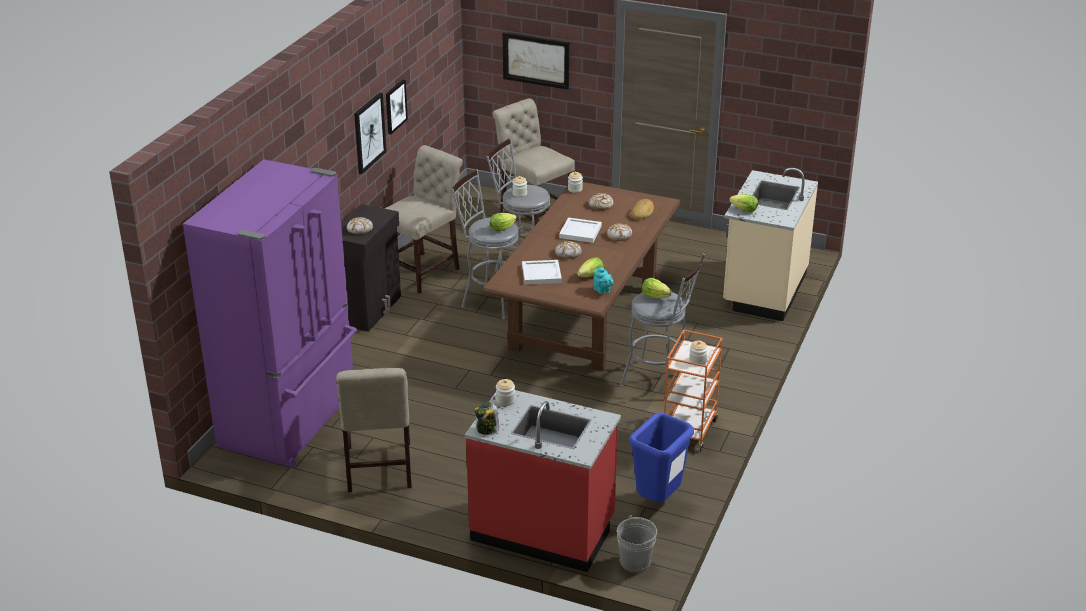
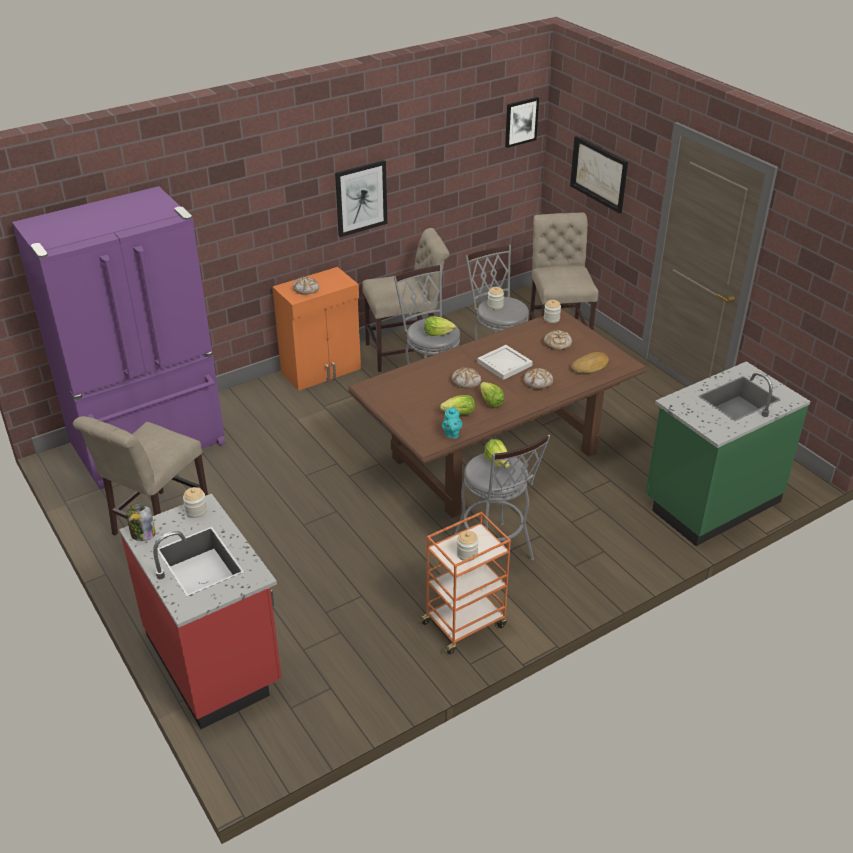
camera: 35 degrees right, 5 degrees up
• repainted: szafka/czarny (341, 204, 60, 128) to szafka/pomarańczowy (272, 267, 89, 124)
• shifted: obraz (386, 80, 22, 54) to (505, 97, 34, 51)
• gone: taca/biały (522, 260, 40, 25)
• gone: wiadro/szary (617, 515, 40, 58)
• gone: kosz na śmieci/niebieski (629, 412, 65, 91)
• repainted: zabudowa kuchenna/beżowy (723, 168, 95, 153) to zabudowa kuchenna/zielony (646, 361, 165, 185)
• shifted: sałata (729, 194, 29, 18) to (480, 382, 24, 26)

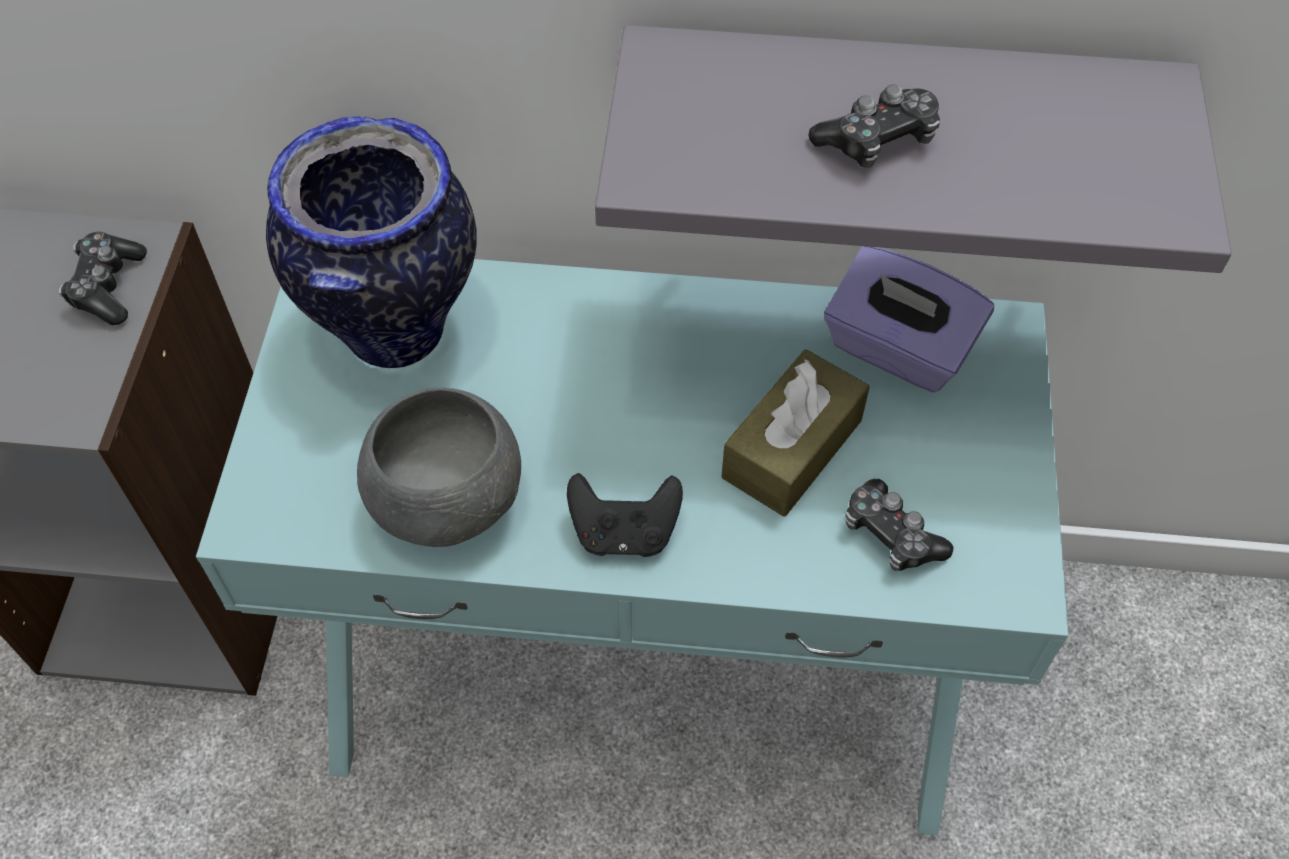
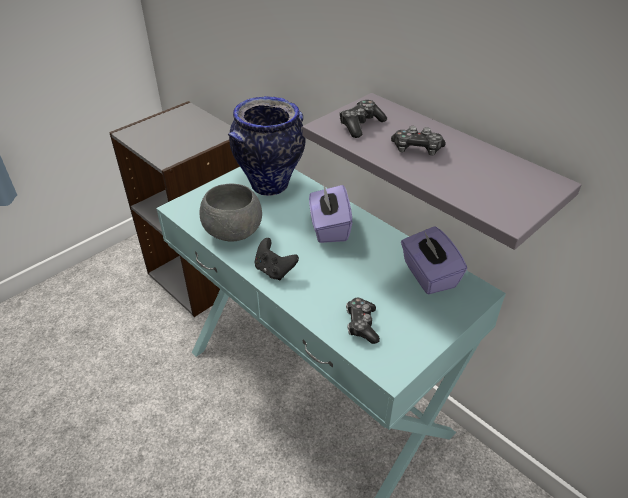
camera: 40 degrees right, 15 degrees down
• shifted: pad do gier (59, 232, 88, 93) to (339, 100, 48, 38)
• gone: pudełko chusteczek/brązowy (722, 349, 148, 168)
• new: pudełko chusteczek/fioletowy (309, 183, 43, 60)

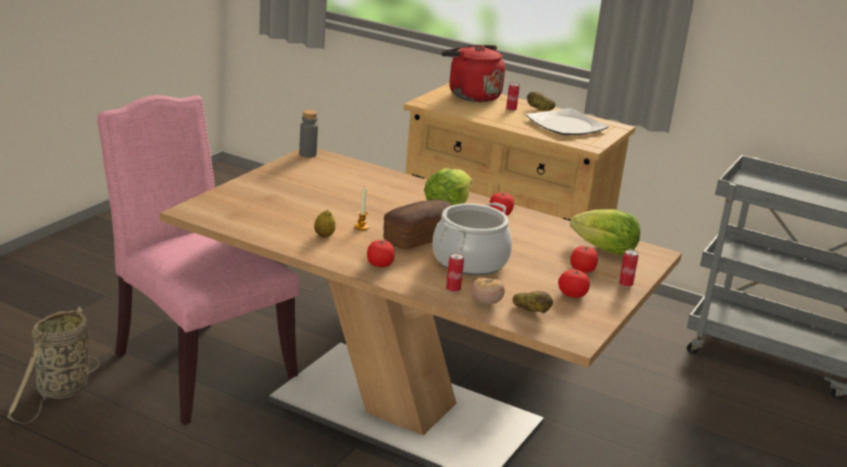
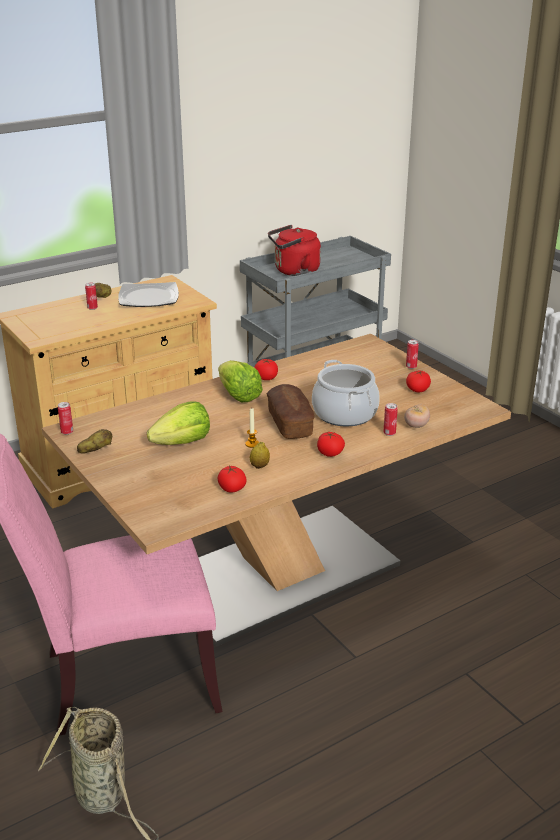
camera: 60 degrees left, 5 degrees up
• swapped: butelka/szary (299, 110, 19, 47) to puszka (58, 402, 15, 33)
• shifted: czajnik/czerwony (442, 45, 63, 57) to (268, 225, 53, 51)
• shifted: ziemniak (513, 291, 40, 22) to (77, 429, 35, 25)
• shifted: sałata (570, 209, 70, 47) to (147, 401, 63, 44)
• shifted: pomidor (570, 245, 28, 28) to (217, 466, 30, 26)

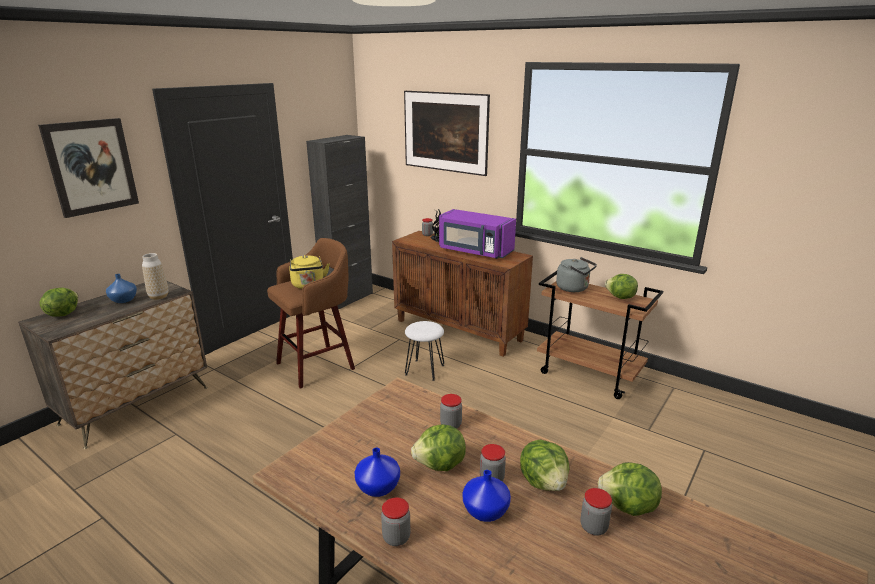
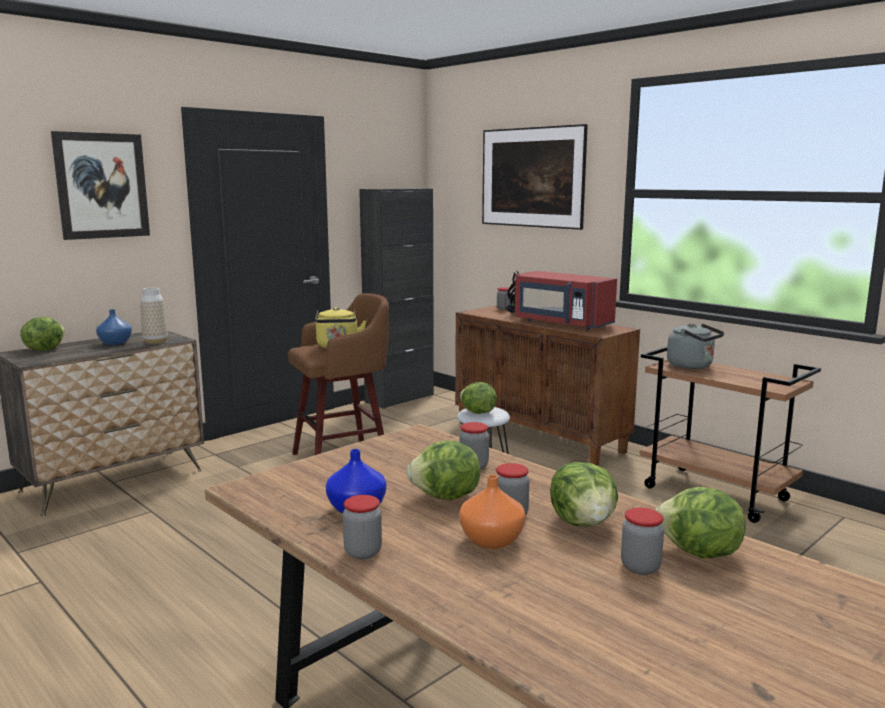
camera: 10 degrees right, 10 degrees down
• repainted: mikrofalówka/fioletowy (439, 209, 77, 50) to mikrofalówka/czerwony (515, 271, 102, 59)
• repainted: wazon/niebieski (463, 470, 48, 52) to wazon/pomarańczowy (459, 475, 67, 74)
• shifted: sałata (605, 274, 33, 25) to (460, 382, 37, 32)

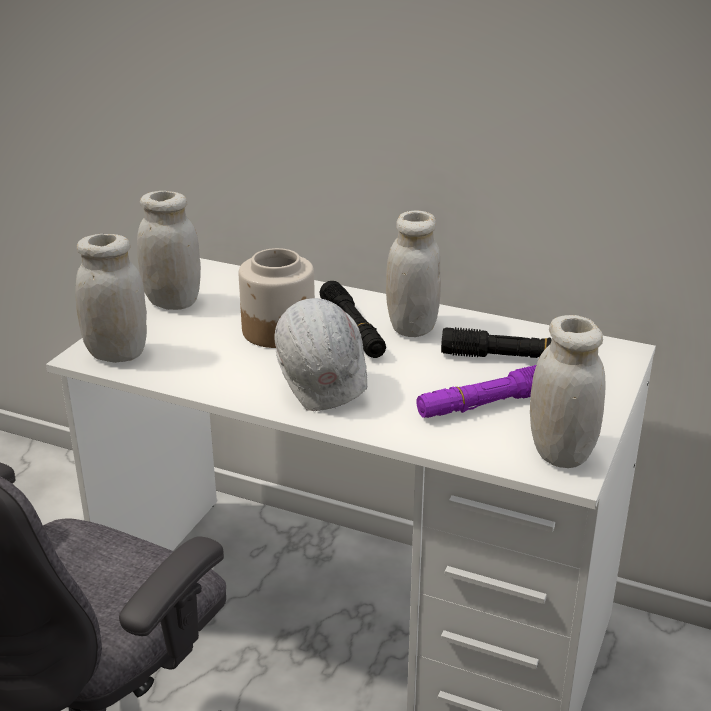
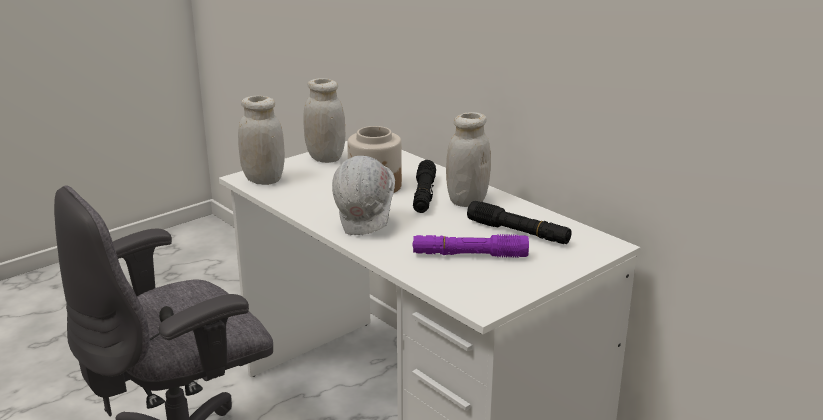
camera: 25 degrees right, 5 degrees down
• gone: słoik/biały (530, 315, 75, 153)

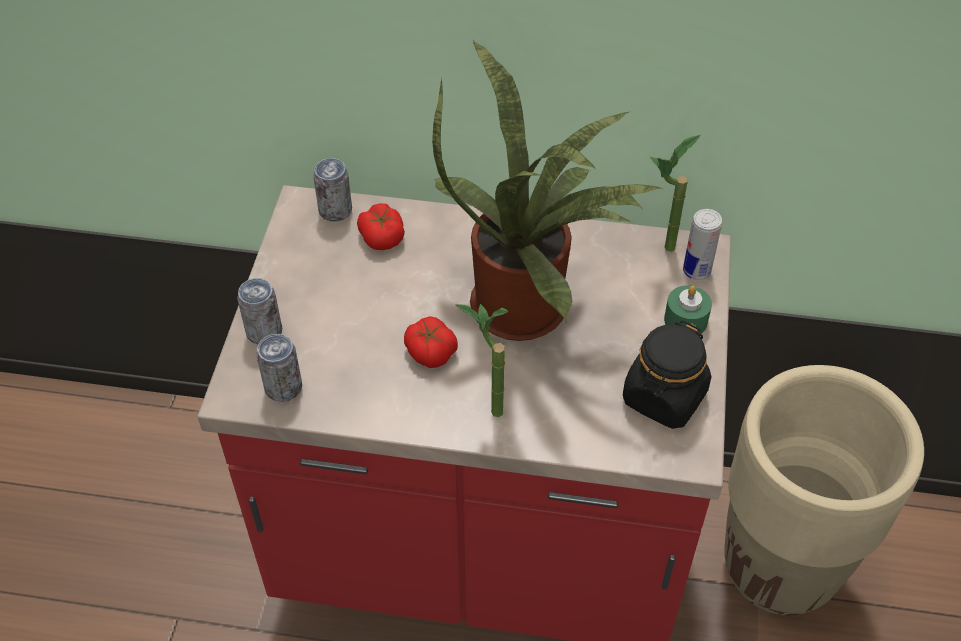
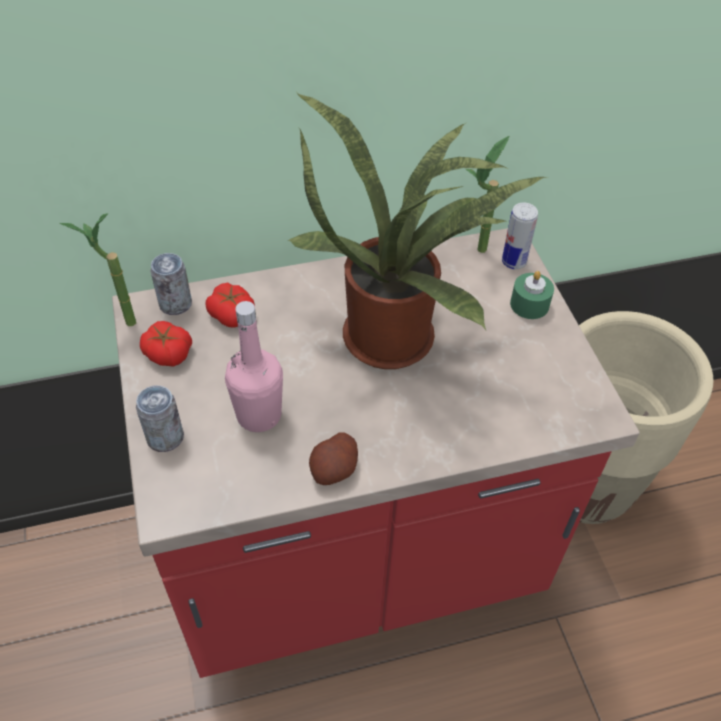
camera: 25 degrees left, 0 degrees up
• gone: puszka (256, 334, 46, 68)
• shifted: pomidor (404, 316, 54, 52) to (140, 321, 52, 46)
• shifted: roślina doniczkowa (456, 304, 53, 113) to (59, 213, 77, 113)
• gone: słoik/czarny (623, 320, 89, 109)
• new: butelka/różowy (225, 301, 58, 131)
• new: ziemniak (309, 432, 49, 53)

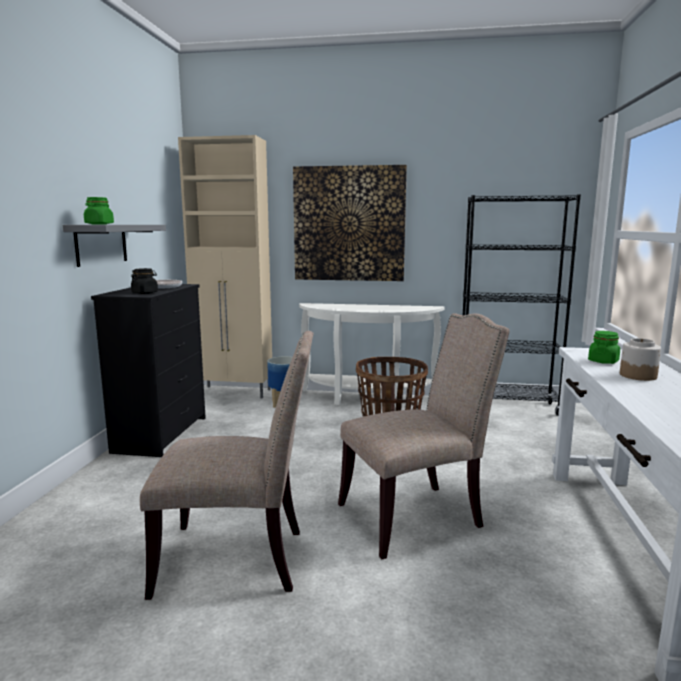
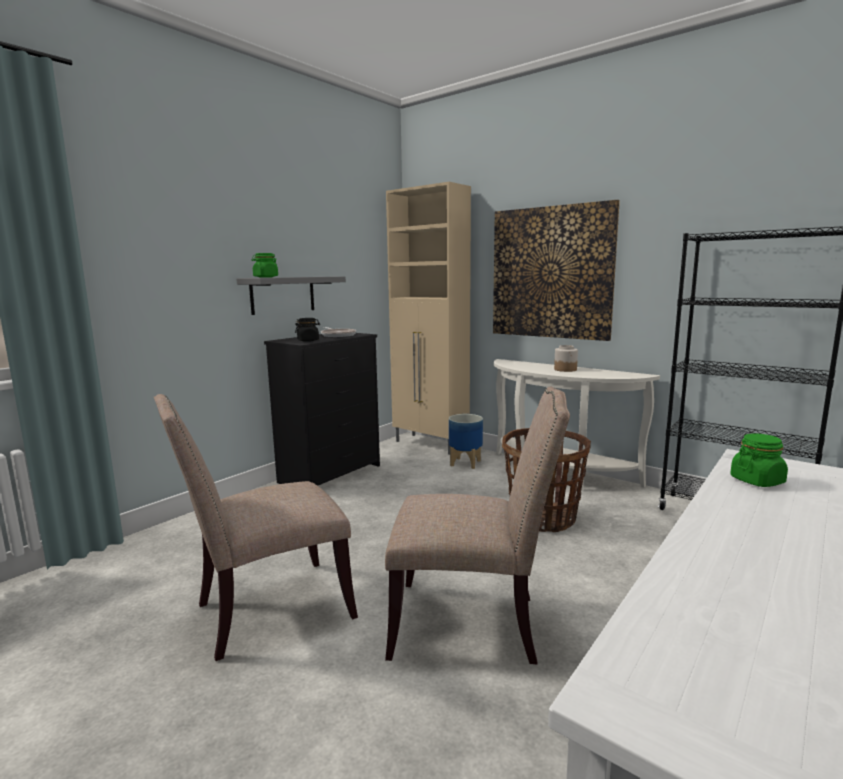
camera: 30 degrees right, 0 degrees up
• rotated: krzesło/beżowy (140, 331, 173, 269) = (154, 394, 204, 267) 120 degrees clockwise
• shifted: słoik (620, 338, 41, 43) to (554, 345, 24, 27)

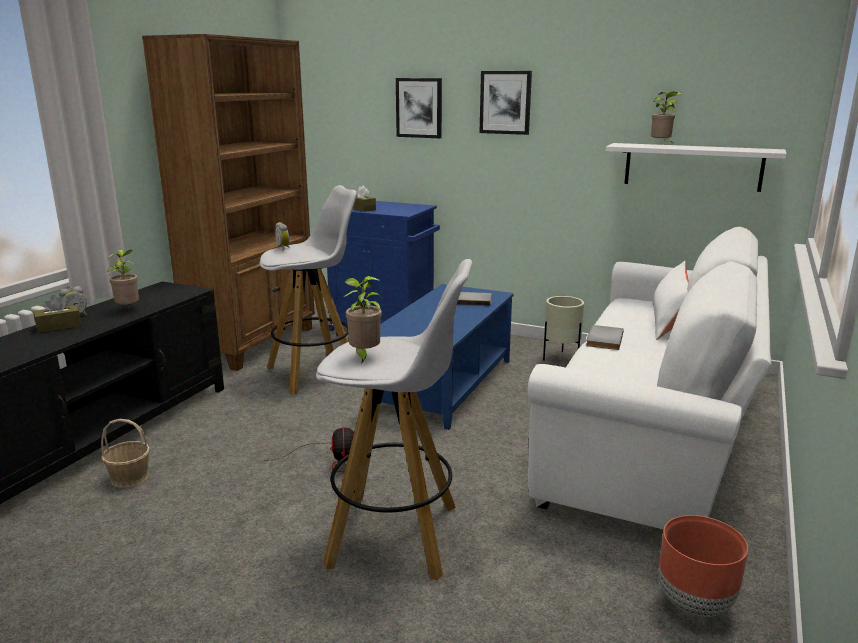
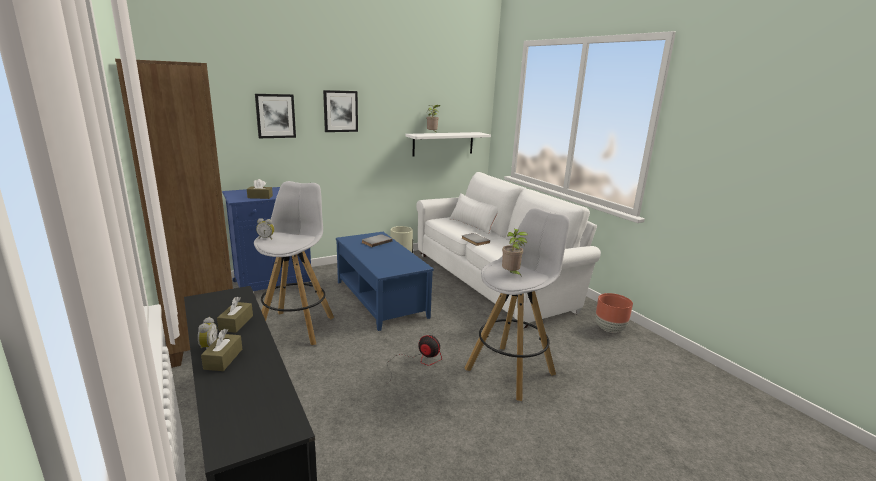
camera: 55 degrees left, 0 degrees up
• gone: koszyk (101, 419, 49, 69)
• swapped: roślina doniczkowa (107, 249, 32, 56) to pudełko chusteczek/brązowy (217, 297, 36, 36)

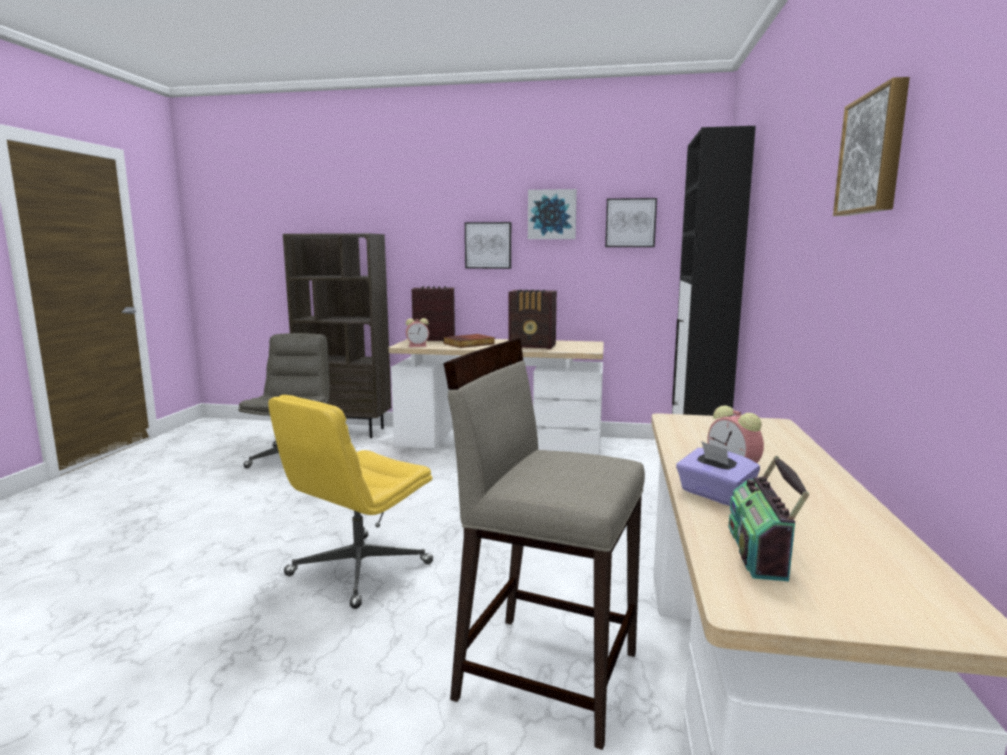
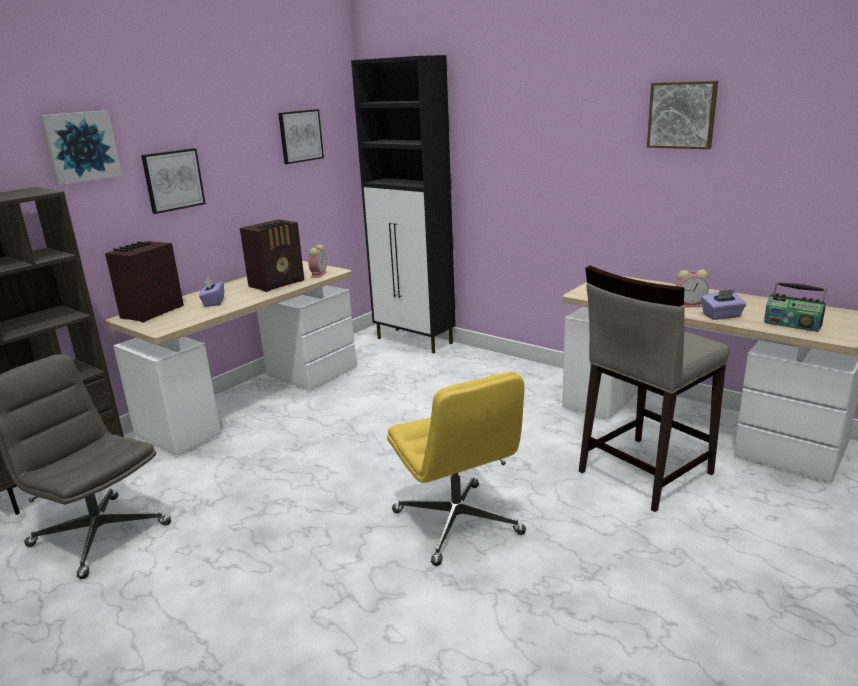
camera: 60 degrees left, 10 degrees up
• shifted: budzik (406, 318, 23, 29) to (308, 244, 19, 34)
• swapped: książka (443, 334, 52, 14) to pudełko chusteczek/fioletowy (199, 278, 25, 29)
• shifted: obraz (528, 189, 49, 50) to (39, 110, 83, 75)

